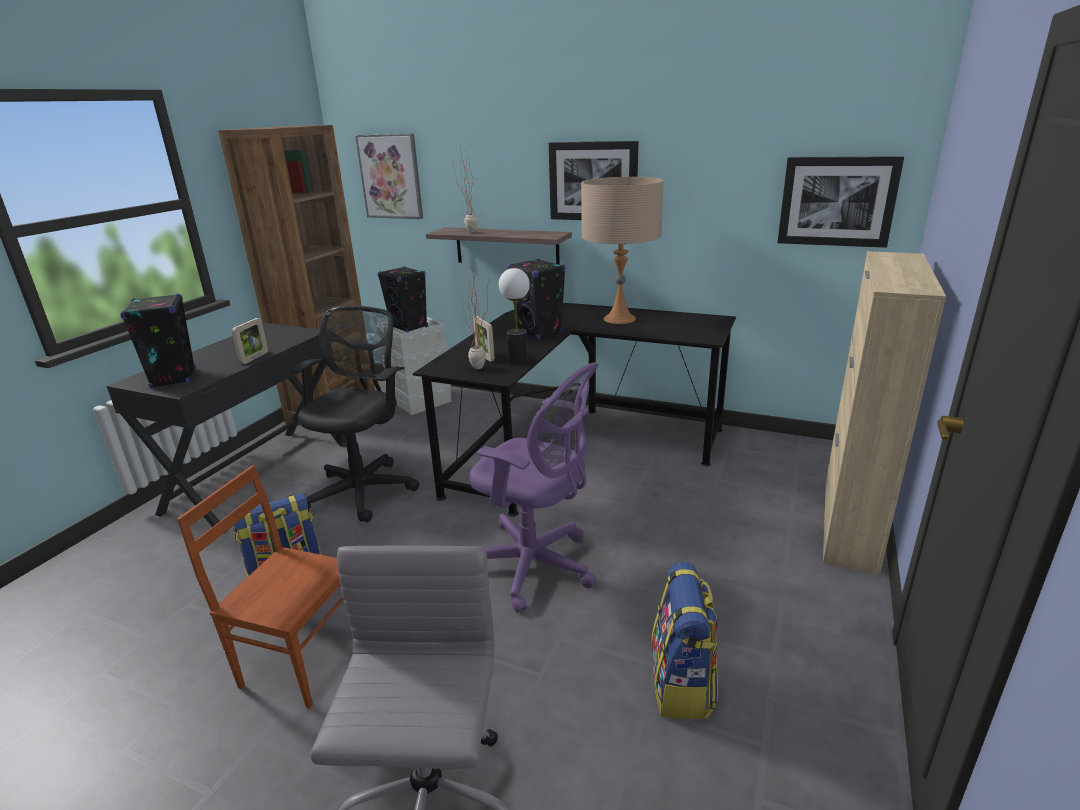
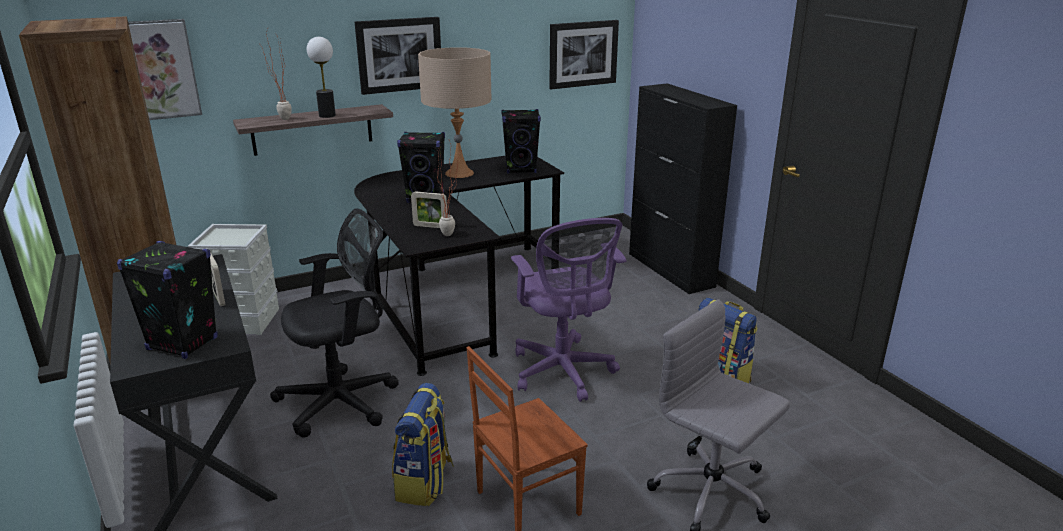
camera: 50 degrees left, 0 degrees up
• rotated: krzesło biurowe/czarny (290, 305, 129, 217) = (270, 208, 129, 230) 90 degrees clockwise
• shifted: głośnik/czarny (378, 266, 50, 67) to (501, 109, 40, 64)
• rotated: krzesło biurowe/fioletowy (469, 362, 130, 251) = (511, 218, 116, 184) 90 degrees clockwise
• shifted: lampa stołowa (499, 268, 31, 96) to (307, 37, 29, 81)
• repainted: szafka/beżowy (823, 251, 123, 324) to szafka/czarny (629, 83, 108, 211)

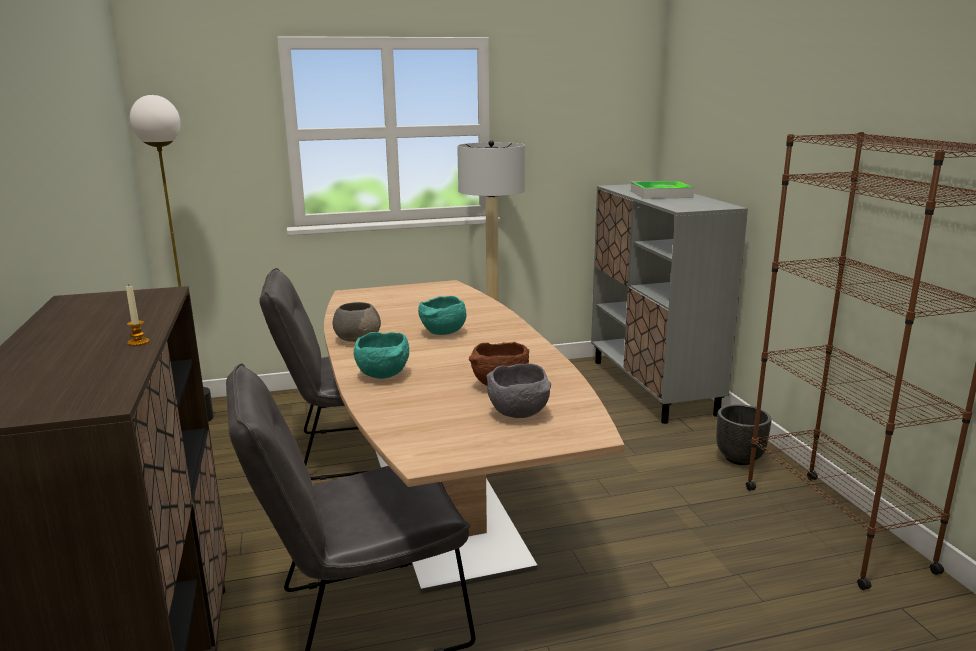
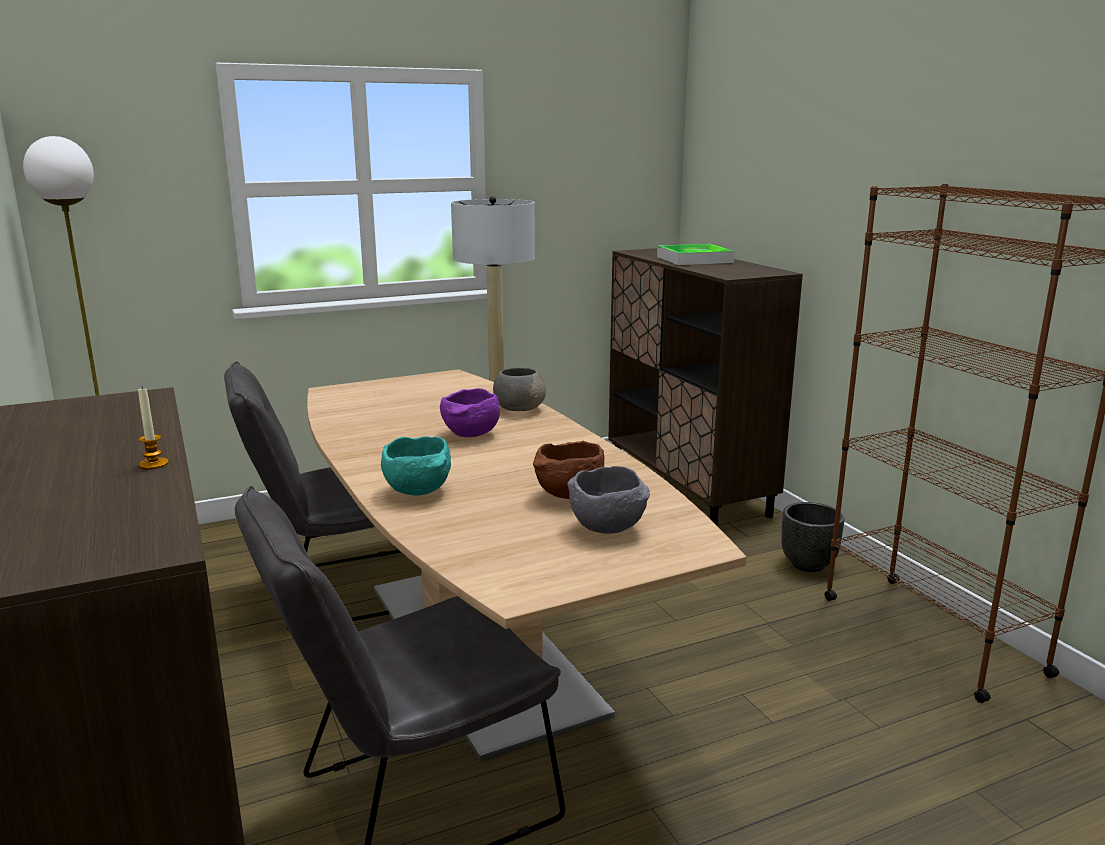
camera: 10 degrees left, 0 degrees up
• shifted: miska/szary (333, 302, 48, 40) to (493, 368, 53, 43)
• repainted: miska/turkusowy (418, 296, 48, 39) to miska/fioletowy (440, 388, 60, 49)
• repainted: szafka/szary (591, 184, 157, 240) to szafka/brązowy (608, 248, 195, 278)

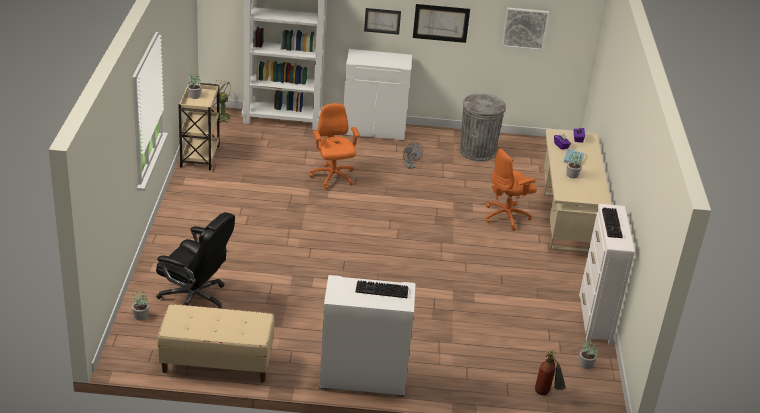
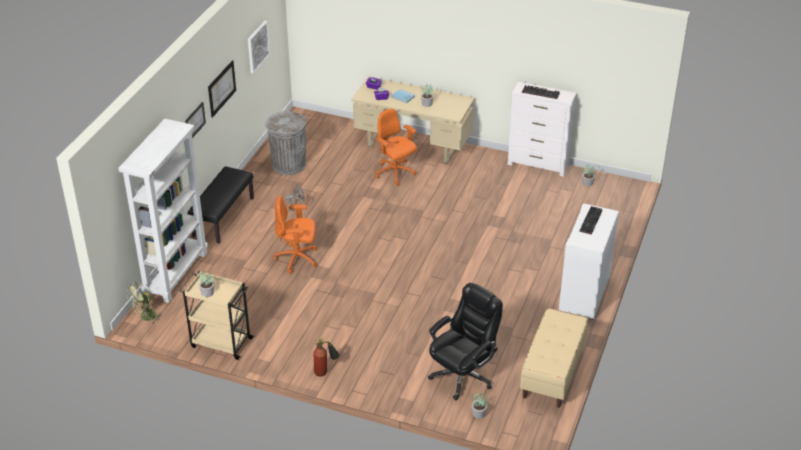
camera: 70 degrees left, 5 degrees up
• swapped: szafka/biały (344, 49, 68, 92) to ławka/czarny (188, 166, 66, 78)
• rotated: krzesło biurowe/pomarańczowy (486, 149, 51, 82) = (375, 109, 42, 76) 150 degrees clockwise
• shifted: gaśnica (535, 350, 31, 45) to (314, 338, 26, 39)

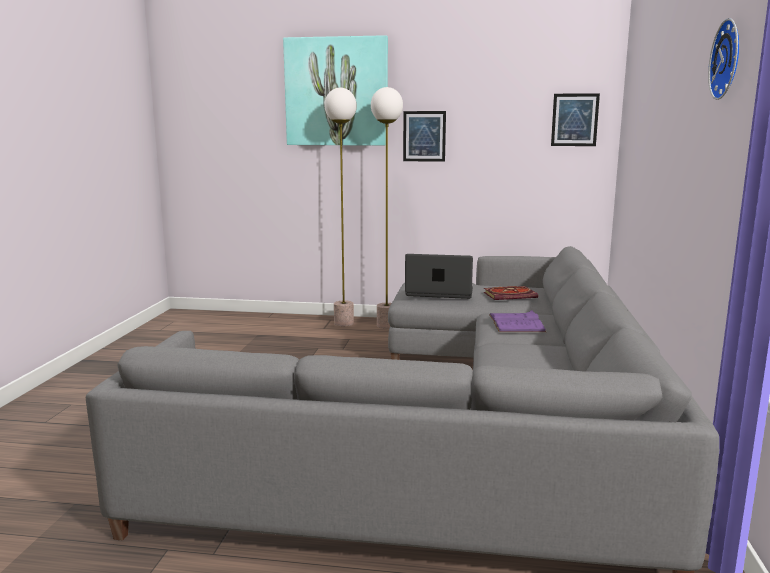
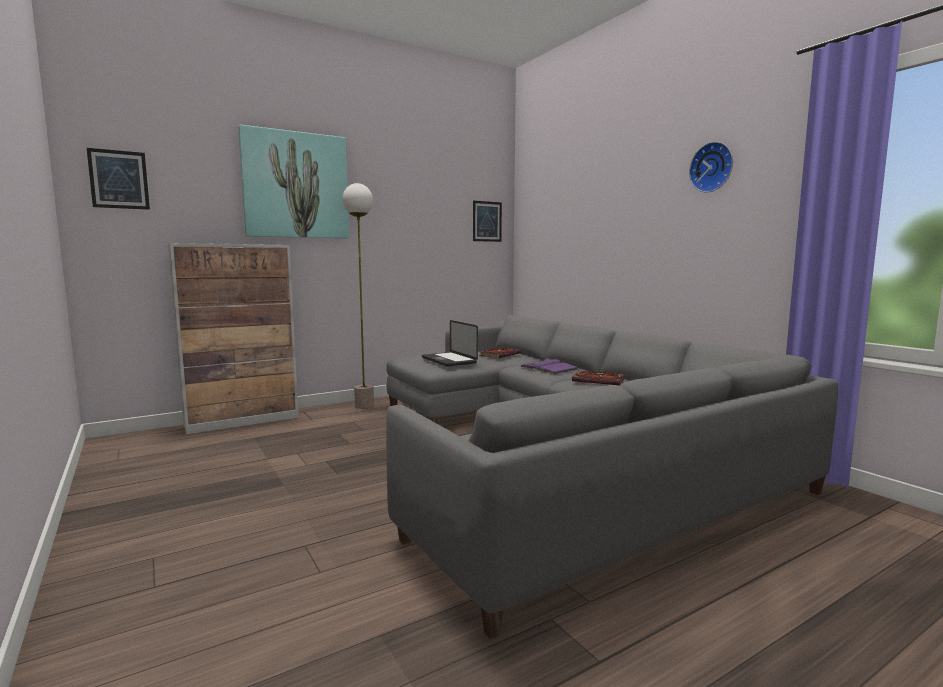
camera: 40 degrees left, 5 degrees down
• gone: lampa stojąca (325, 88, 32, 238)
• shifted: obraz (403, 111, 43, 51) to (87, 148, 63, 62)
• rotated: laptop (405, 254, 68, 45) = (422, 320, 56, 47) 90 degrees counterclockwise
• new: szafka (168, 243, 131, 191)
• new: książka (572, 371, 52, 14)

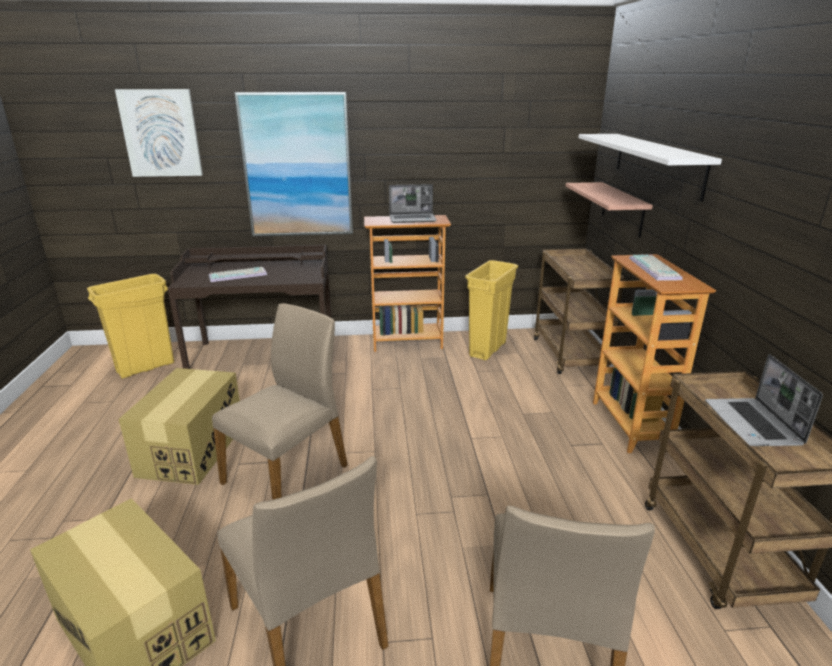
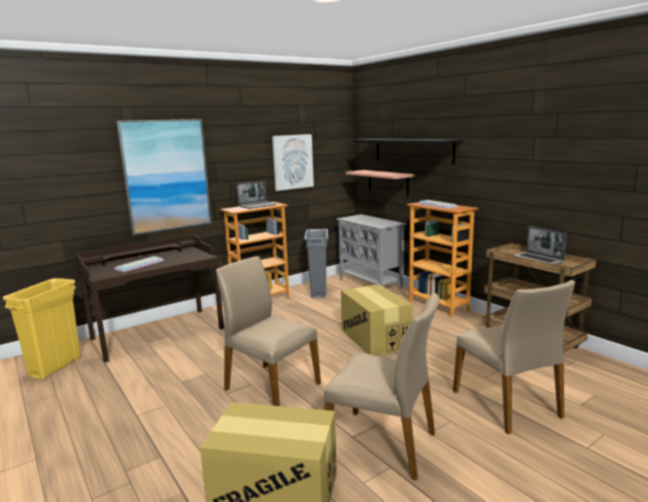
camera: 30 degrees left, 10 degrees down
• shifted: obraz (115, 89, 88, 88) to (272, 134, 42, 57)
• shifted: karton (119, 368, 121, 117) to (341, 284, 71, 72)
• rotated: krzesło/beżowy (212, 303, 136, 197) = (216, 256, 105, 150) 60 degrees counterclockwise
• repainted: kosz na śmieci/żółty (465, 260, 53, 100) to kosz na śmieci/szary (304, 229, 24, 69)
• swapped: wózek/brązowy (534, 248, 91, 126) to szafka/szary (336, 214, 71, 75)
• repainted: półka/biały (579, 134, 143, 67) to półka/czarny (353, 139, 110, 25)

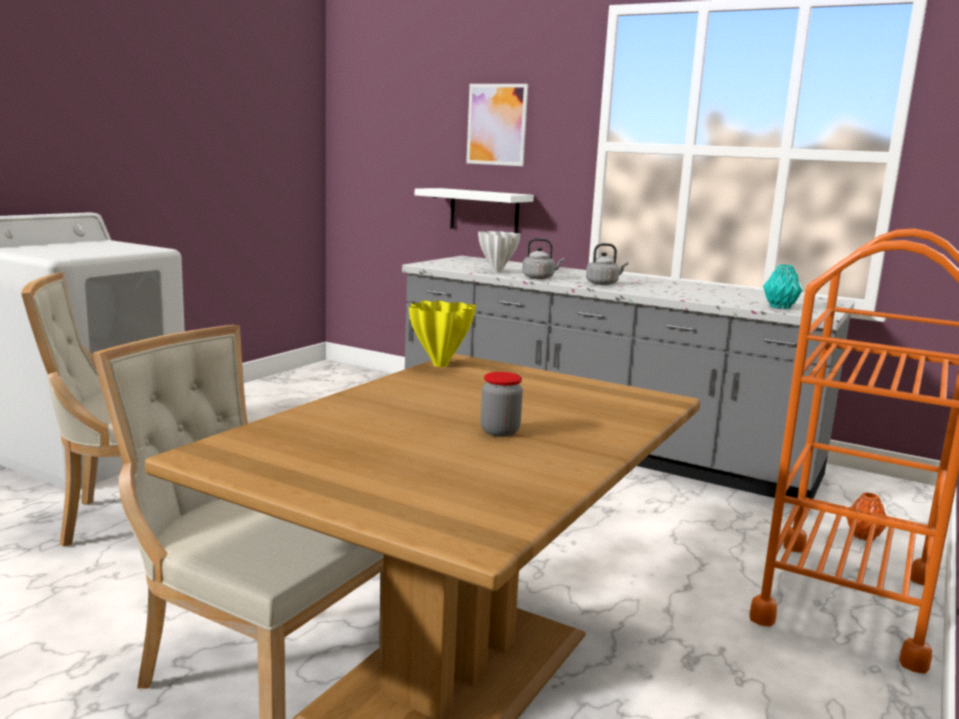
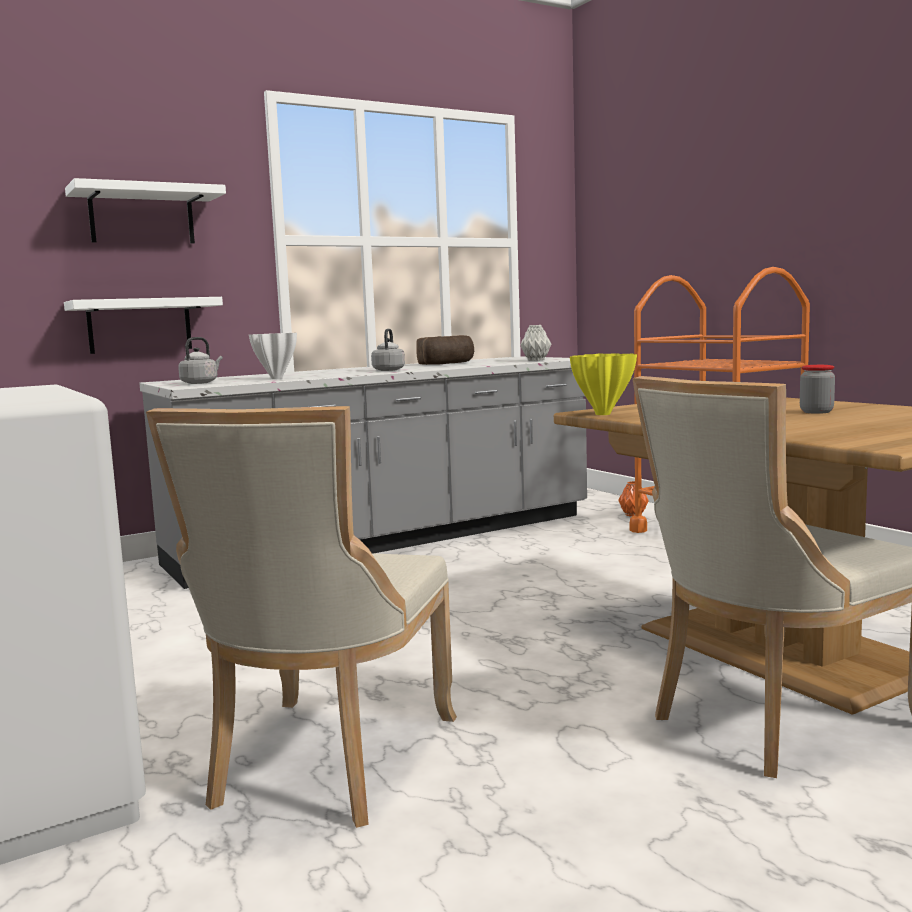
camera: 60 degrees left, 5 degrees down
• swapped: obraz (466, 84, 62, 82) to półka/biały (65, 178, 161, 65)
• shifted: czajnik/szary (522, 238, 43, 41) to (178, 337, 45, 47)
• repainted: wazon/turkusowy (763, 264, 39, 45) to wazon/szary (520, 325, 31, 36)
• new: chleb (416, 335, 58, 30)

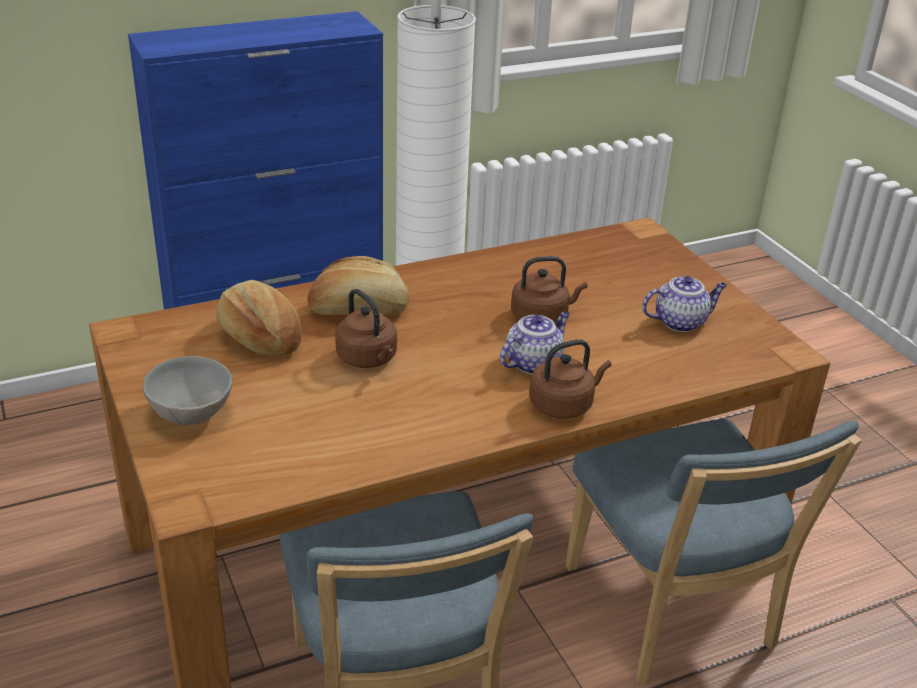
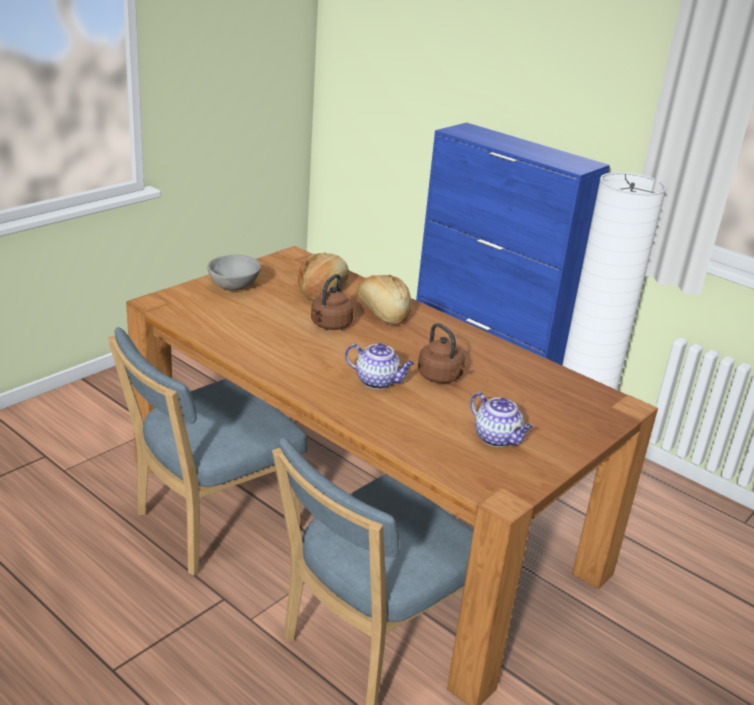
camera: 65 degrees right, 5 degrees down
• gone: czajnik/brązowy (529, 339, 83, 80)

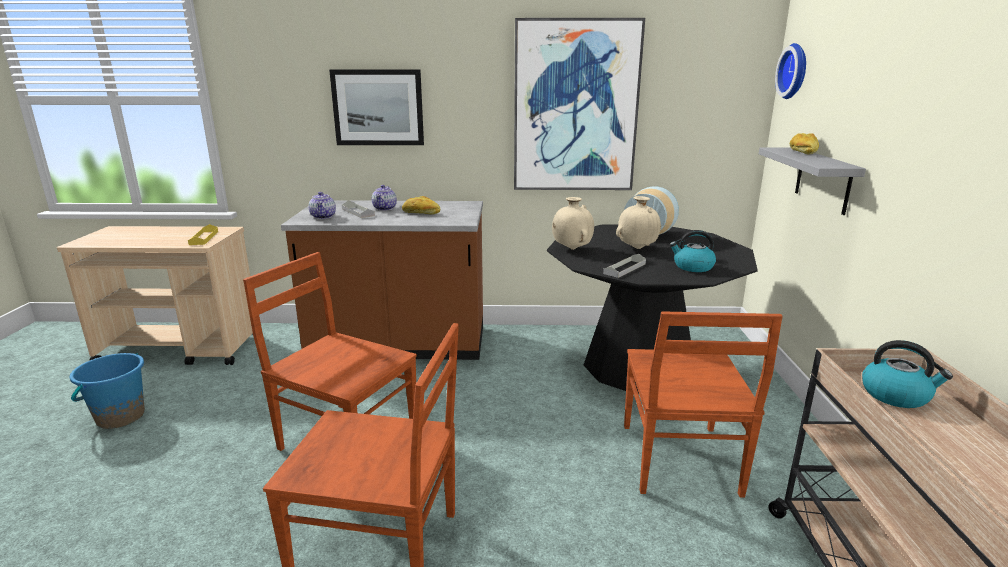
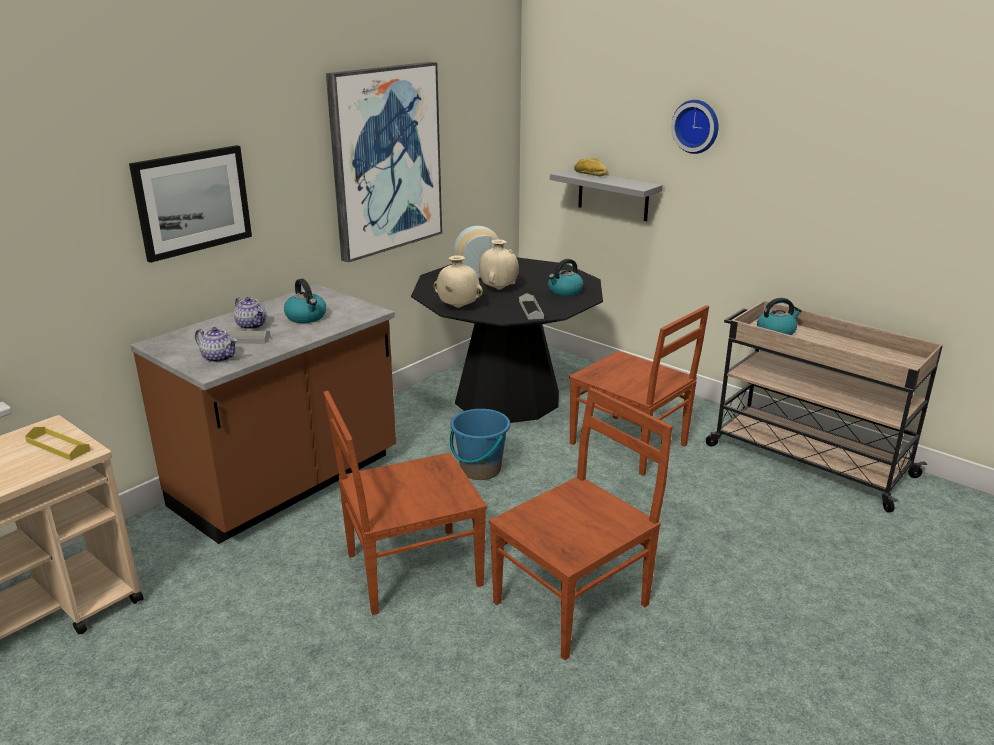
camera: 50 degrees left, 5 degrees up
• shifted: wiadro/niebieski (69, 353, 76, 76) to (450, 409, 60, 71)
• swapped: chleb (402, 196, 38, 19) to czajnik (284, 279, 42, 44)
• shifted: zegar ścienny (775, 43, 31, 56) to (671, 100, 48, 54)

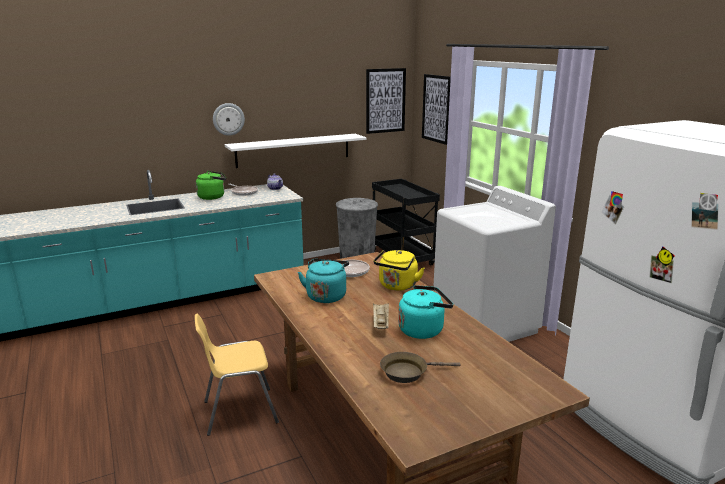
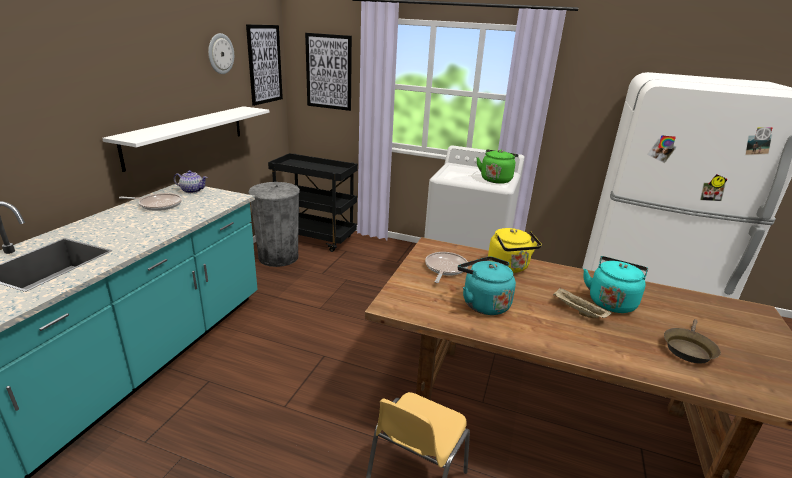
camera: 45 degrees left, 5 degrees up
• shifted: czajnik/zielony (196, 171, 30, 29) to (476, 149, 43, 35)
• shifted: zegar ścienny (213, 103, 32, 33) to (208, 33, 26, 41)

